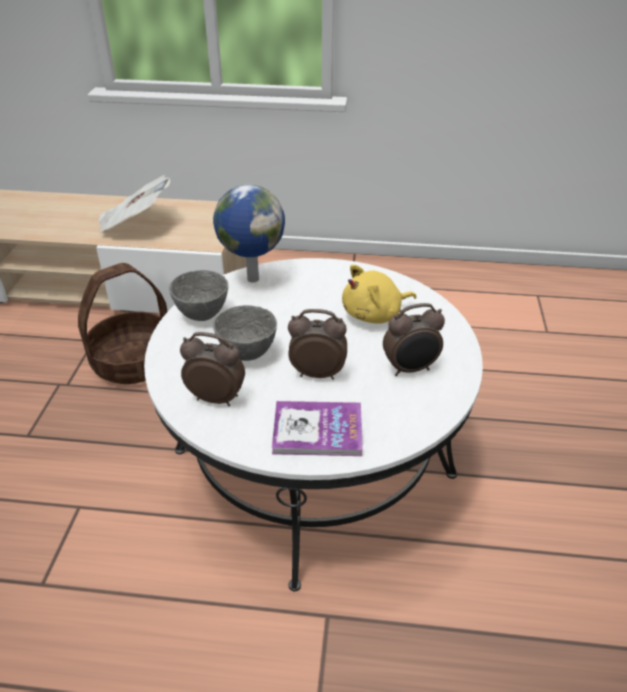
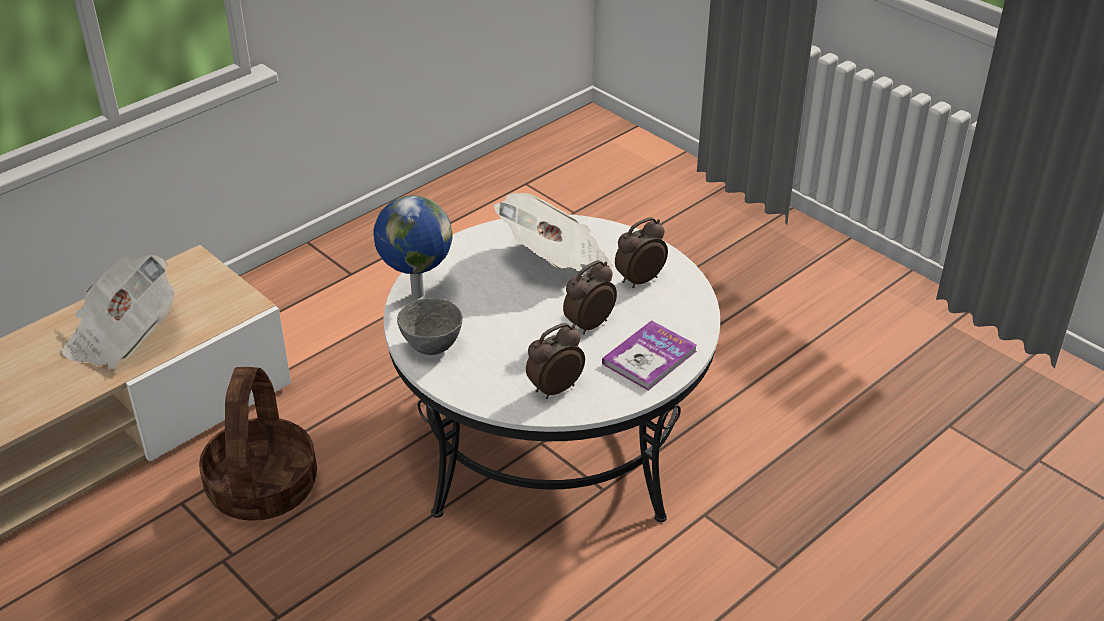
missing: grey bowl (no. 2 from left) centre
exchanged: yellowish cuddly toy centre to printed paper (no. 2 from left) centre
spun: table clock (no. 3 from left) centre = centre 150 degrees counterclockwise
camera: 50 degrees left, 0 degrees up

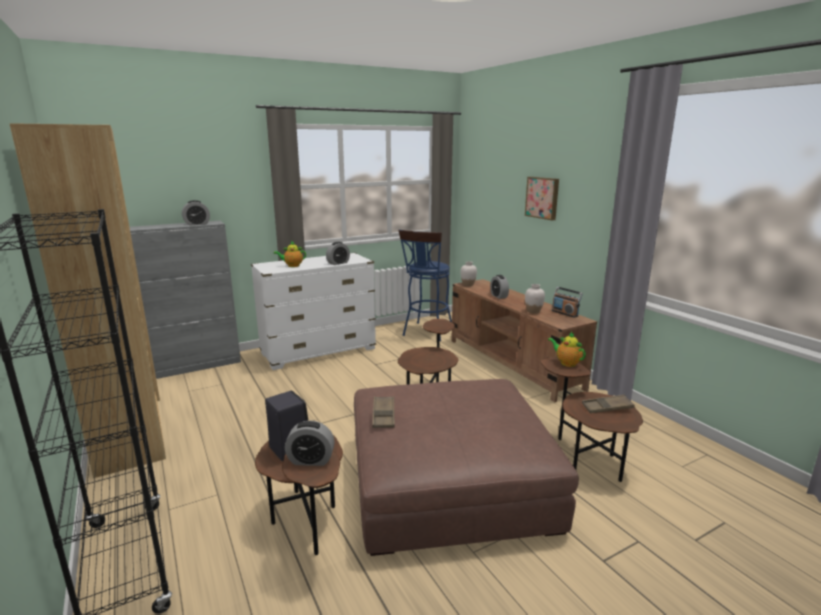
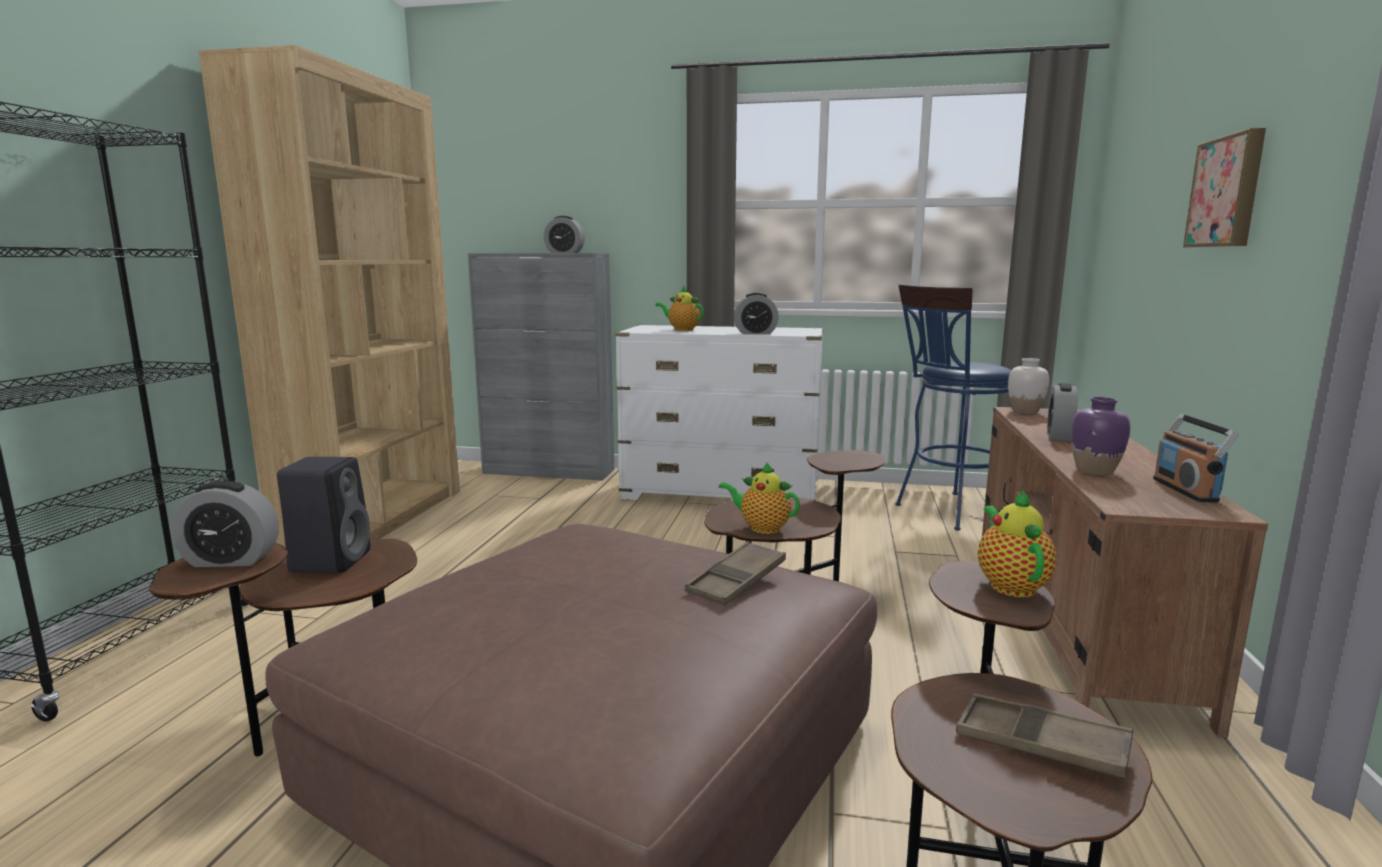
appeared: pot for tea (no. 2 from left) centre
relocated: brown-coloured tray (no. 1 from left) bottom centre to centre
colour: white-coloured vase (no. 2 from left) centre to purplish vase middle right
spun: table clock (no. 2 from left in the first image) bottom centre = middle left 45 degrees counterclockwise
camera: 40 degrees right, 5 degrees down

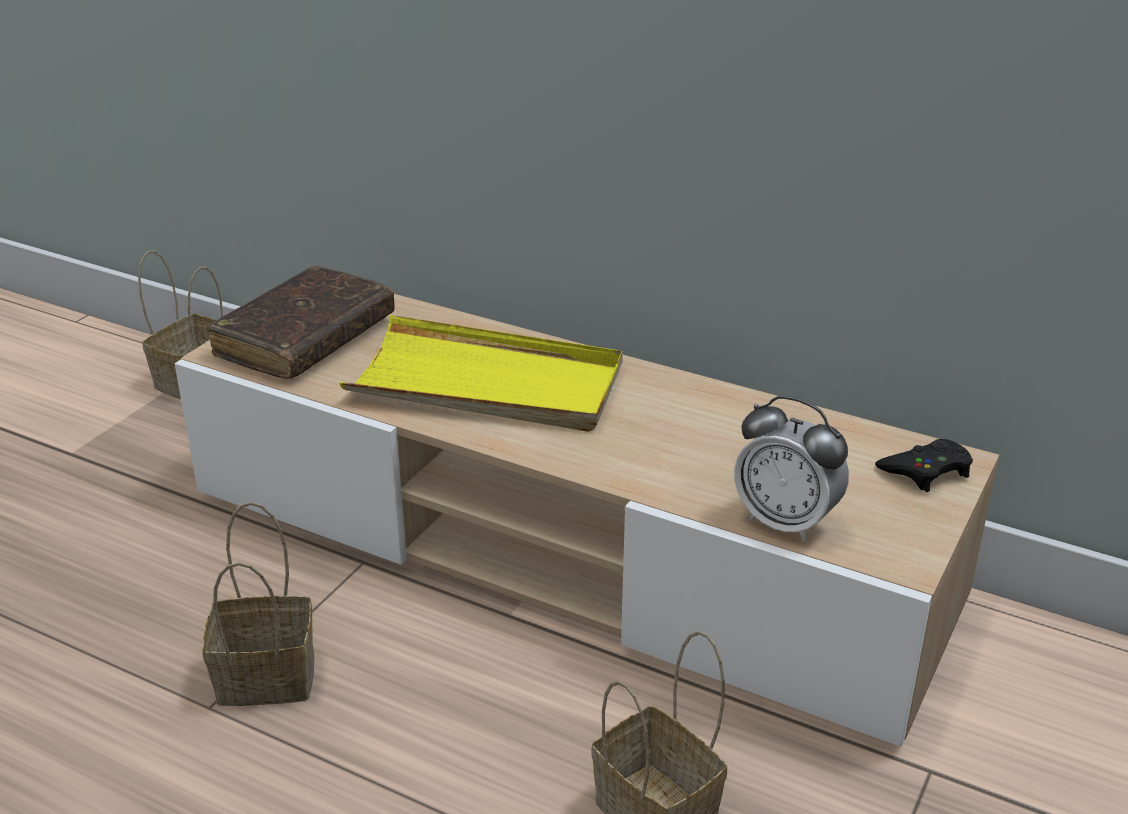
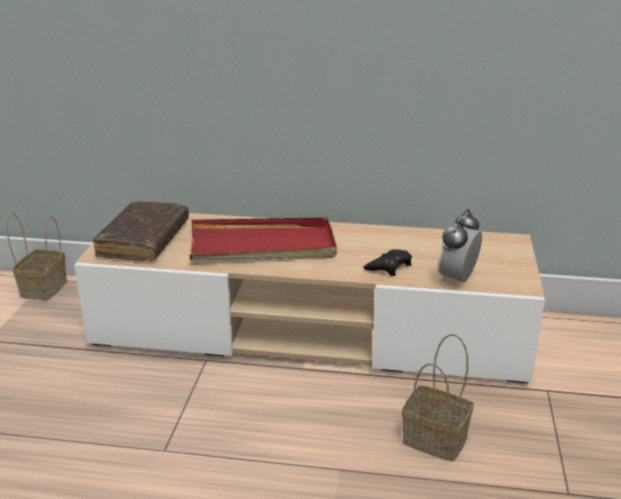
missing: household basket (no. 2 from left) bottom left
relocated: black game controller middle right to centre
colour: yellowish tray centre to reddish tray centre
spun: table clock middle right = middle right 105 degrees clockwise
camera: 20 degrees left, 5 degrees down

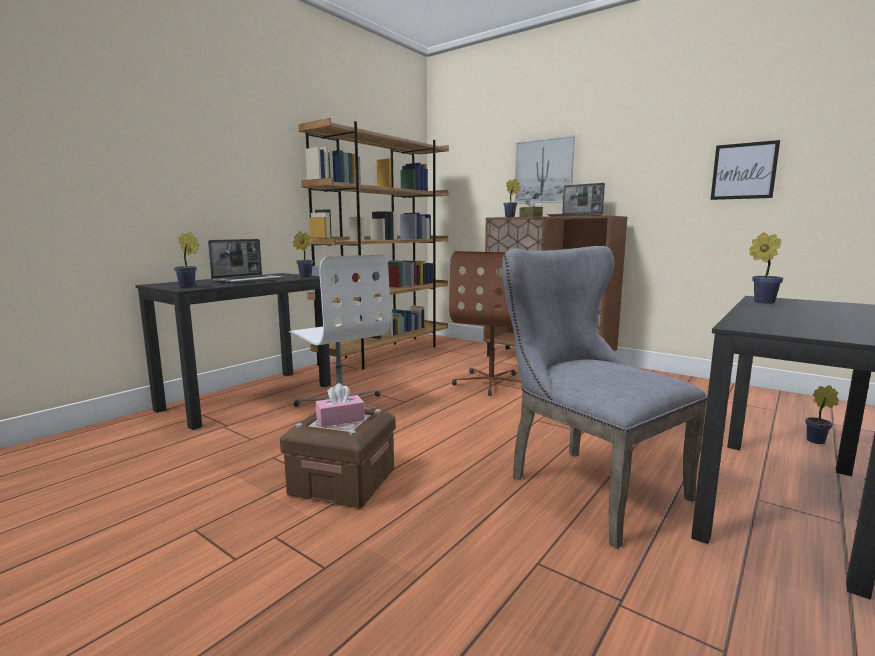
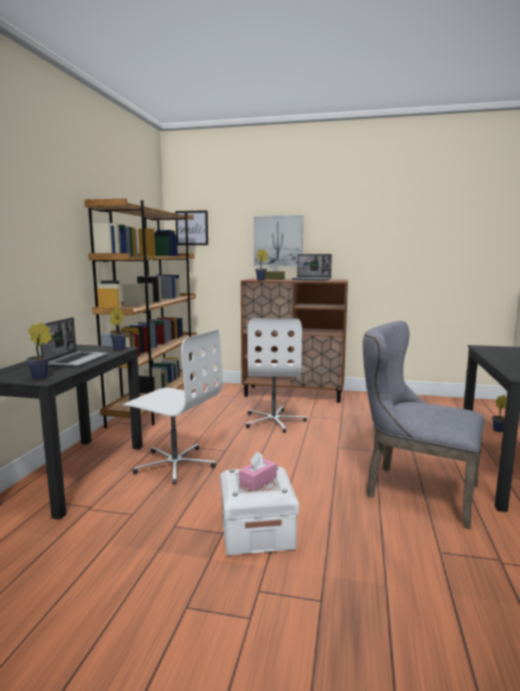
missing: houseplant (no. 4 from left) middle right
relocated: wall art (no. 2 from left in the first image) top right to wall art (no. 1 from left) top centre
colour: brown-coloured storage bin bottom centre to white-coloured storage bin bottom centre; brown-coloured office chair centre to white-coloured office chair (no. 2 from left) centre
camera: 25 degrees left, 0 degrees up

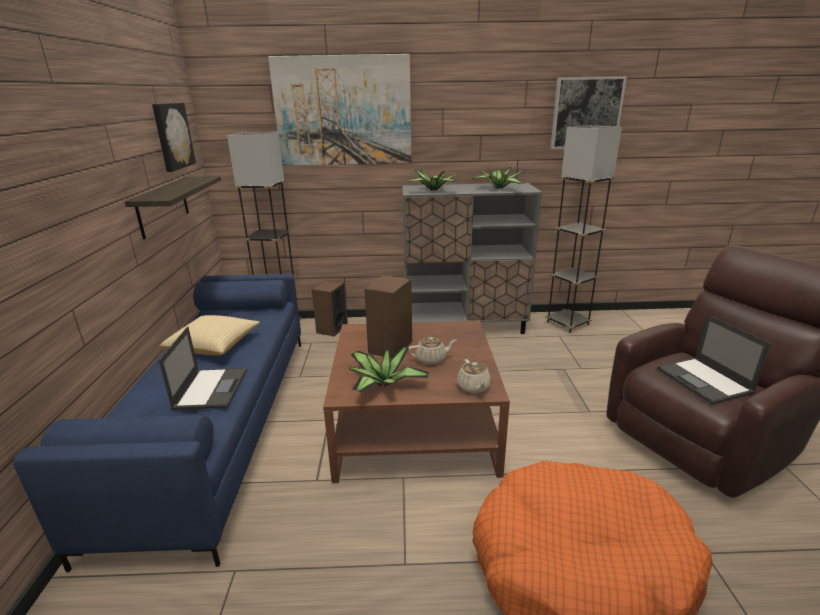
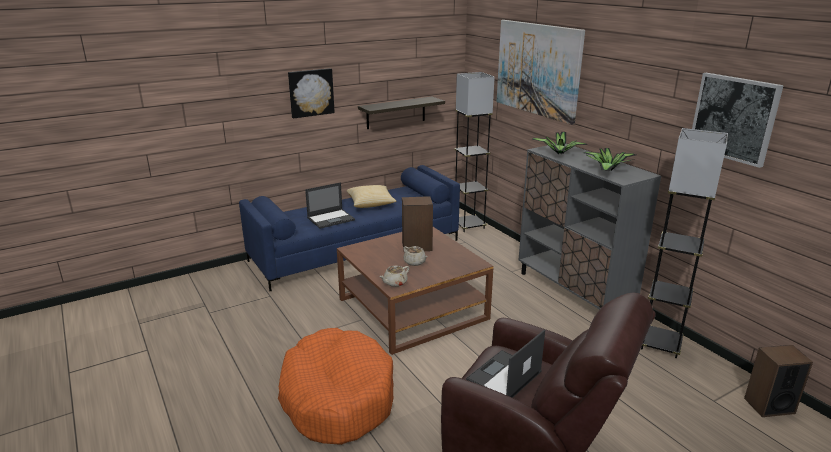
missing: houseplant (no. 1 from left) centre
relocated: wall art (no. 1 from left) top left to top centre; speaker (no. 1 from left in the first image) centre to speaker (no. 2 from left) bottom right
camera: 60 degrees right, 0 degrees up

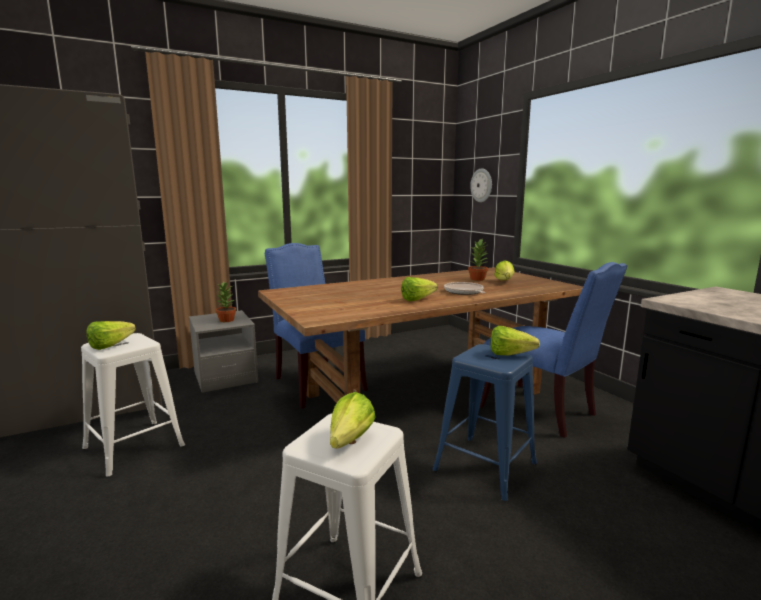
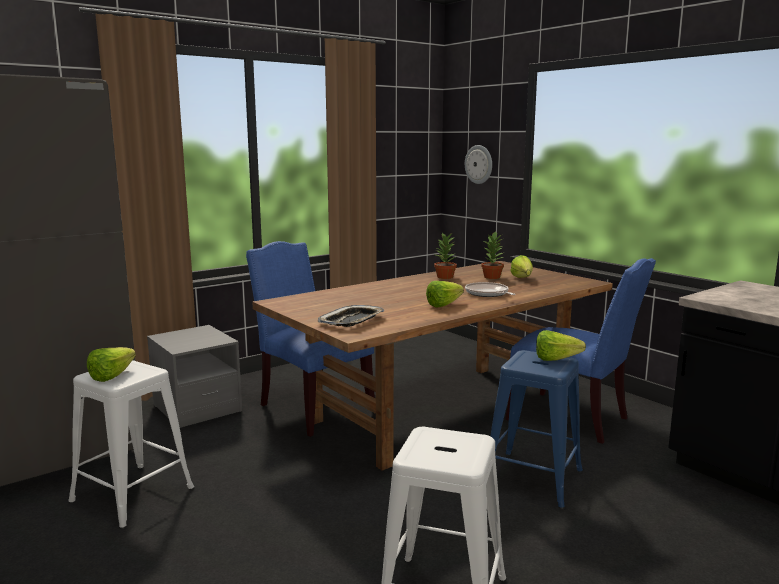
missing: head of lettuce (no. 2 from left) bottom centre
appeared: tray centre
relocated: houseplant (no. 1 from left) middle left to centre
camera: 10 degrees left, 0 degrees up

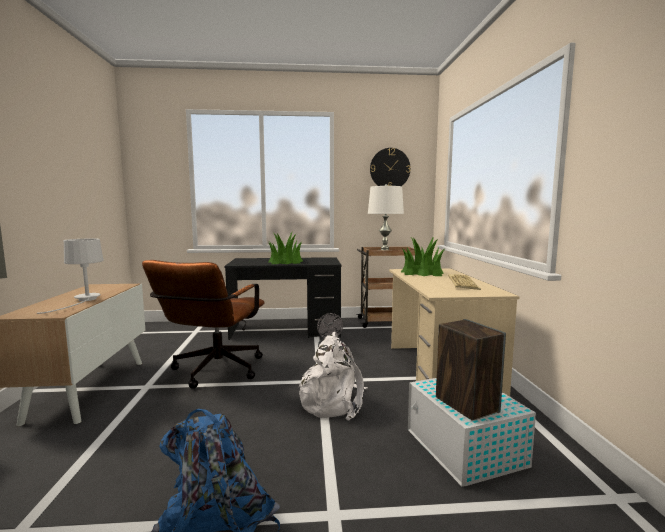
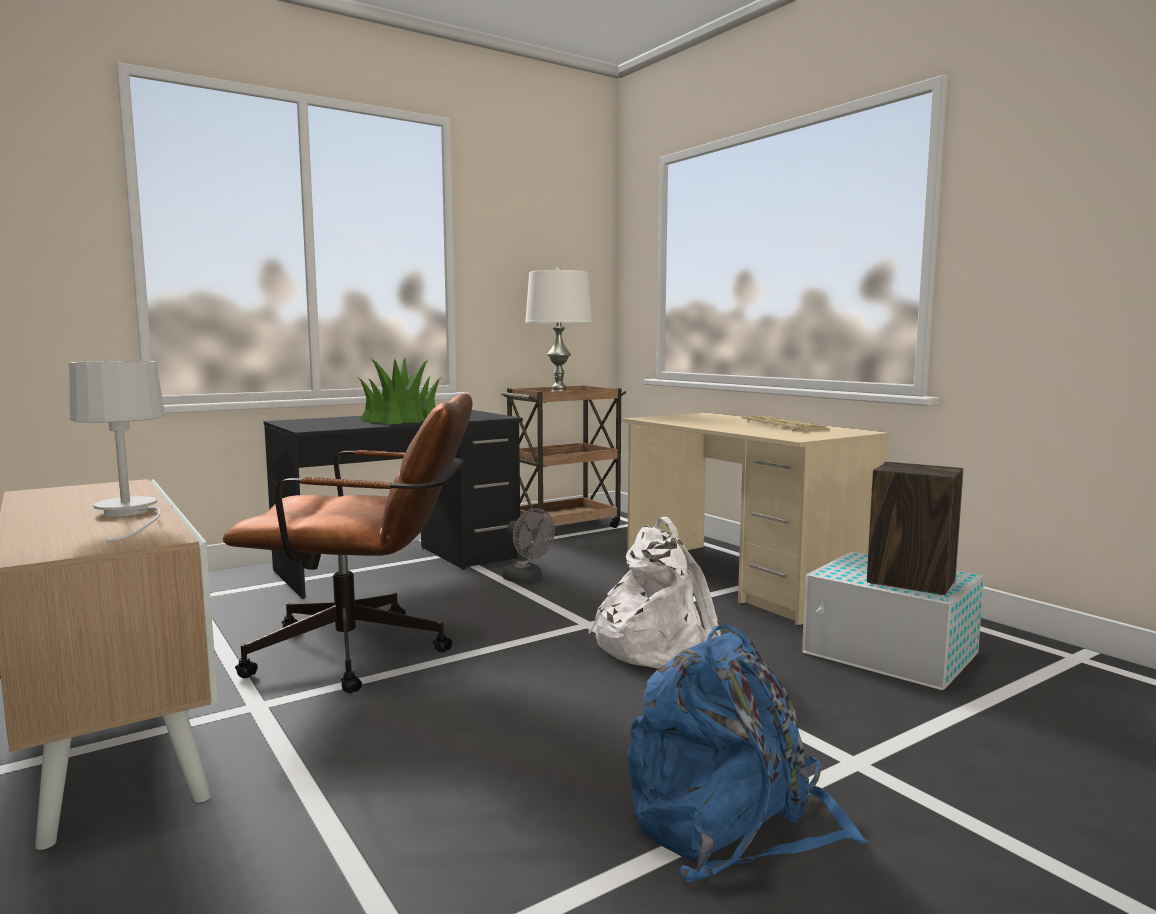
missing: clock on the wall top centre; houseplant (no. 2 from left) centre
spun: brown-coloured office chair middle left = middle left 75 degrees counterclockwise
camera: 30 degrees left, 0 degrees up

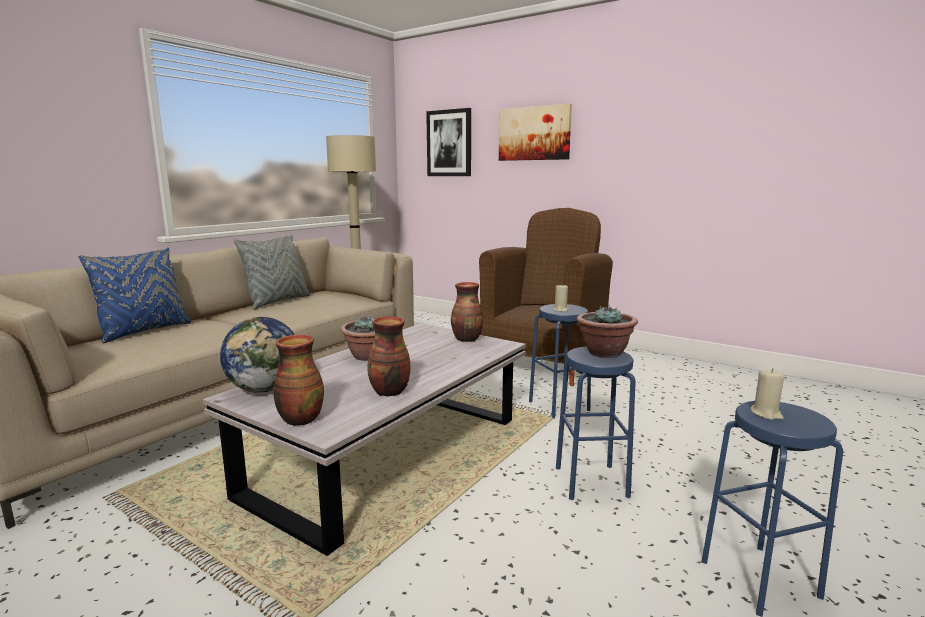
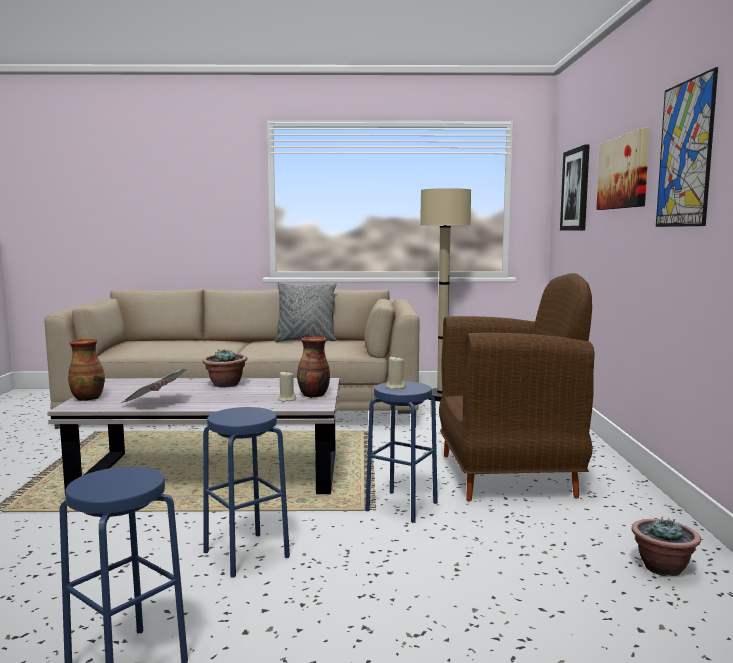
missing: bluish pillow middle left; world globe middle left
appeared: wall art (no. 3 from left) top right
relocated: houseplant (no. 2 from left) centre to bottom right; sand-coloured candle (no. 2 from left in the first image) middle right to sand-coloured candle (no. 1 from left) centre
exchanged: vase (no. 2 from left) centre to printed paper middle left
camera: 55 degrees right, 5 degrees down

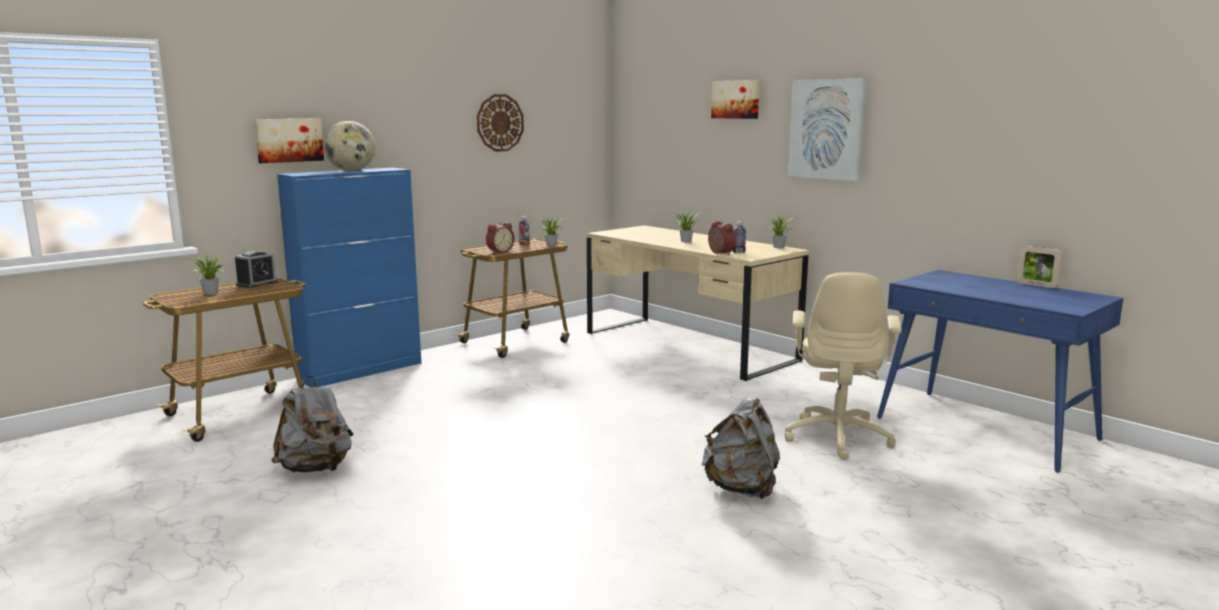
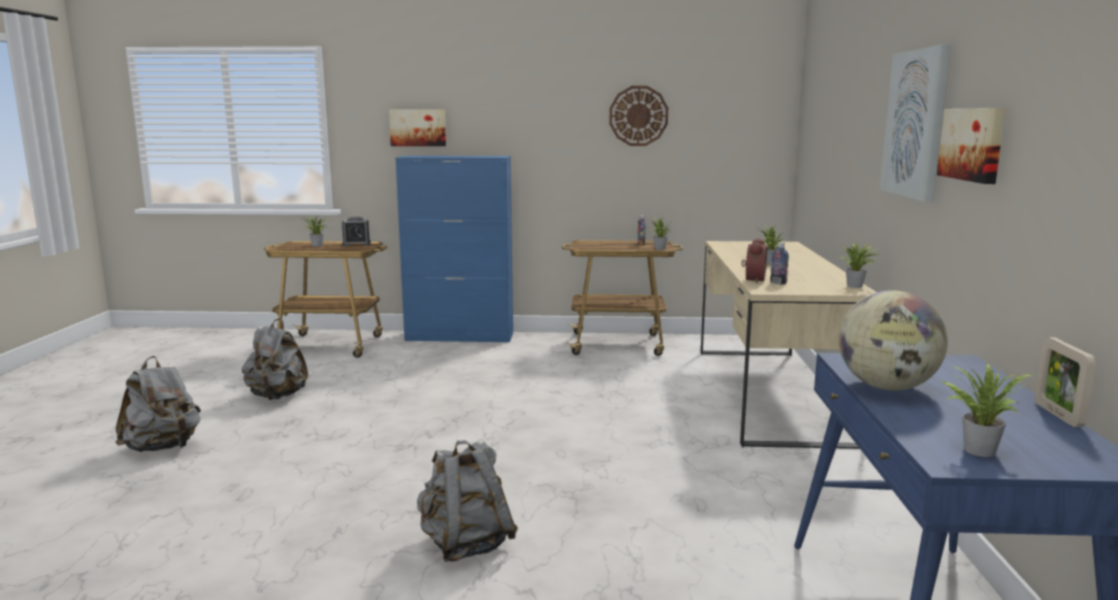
missing: table clock (no. 2 from left) centre; sand-coloured office chair middle right
appeared: grey knapsack (no. 1 from left) bottom left; houseplant (no. 5 from left) bottom right
relocated: world globe top left to middle right; wall art (no. 2 from left in the first image) top centre to wall art (no. 3 from left) top right
camera: 45 degrees right, 0 degrees up

